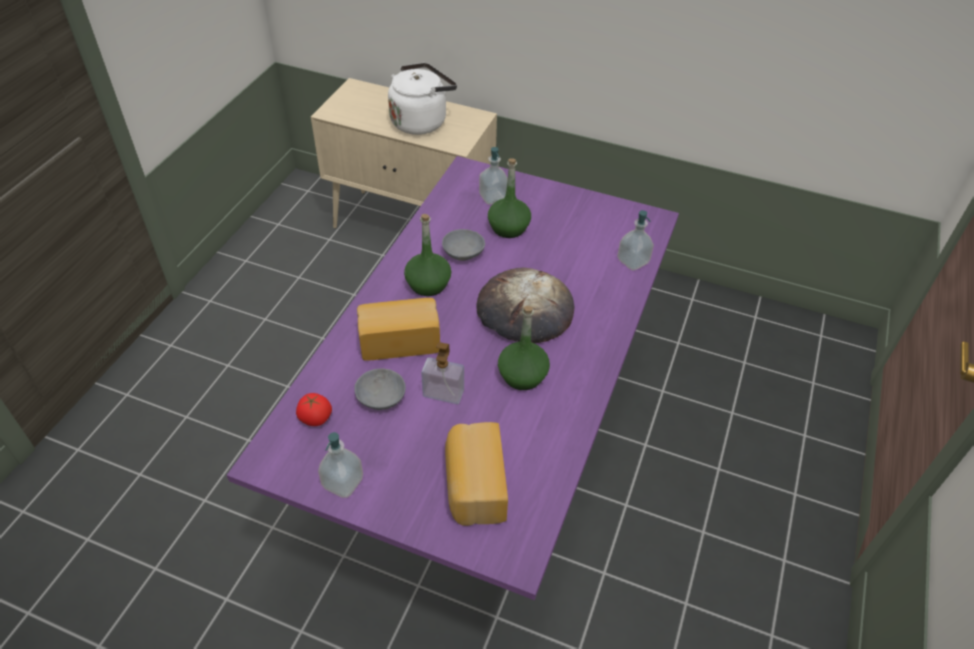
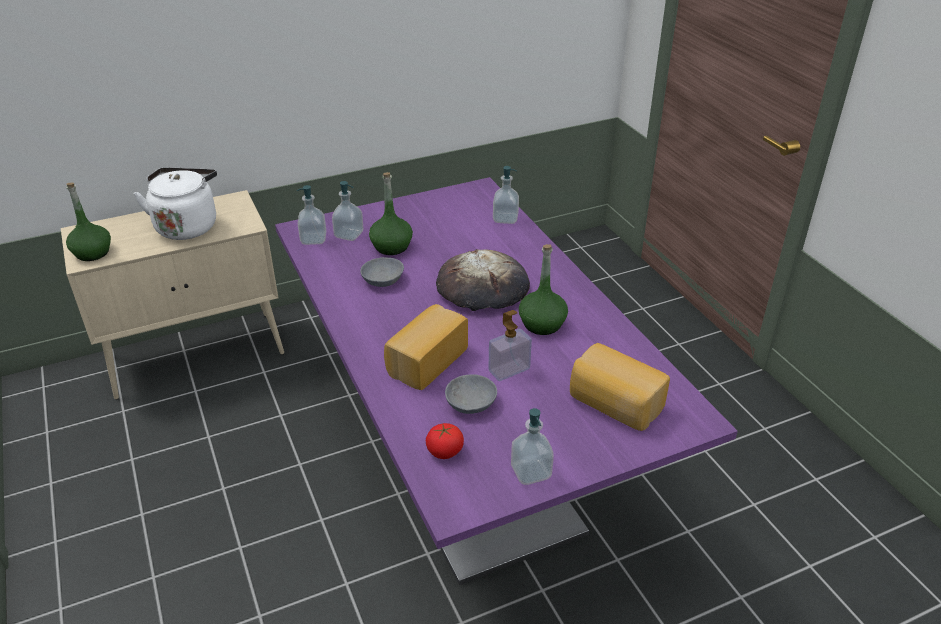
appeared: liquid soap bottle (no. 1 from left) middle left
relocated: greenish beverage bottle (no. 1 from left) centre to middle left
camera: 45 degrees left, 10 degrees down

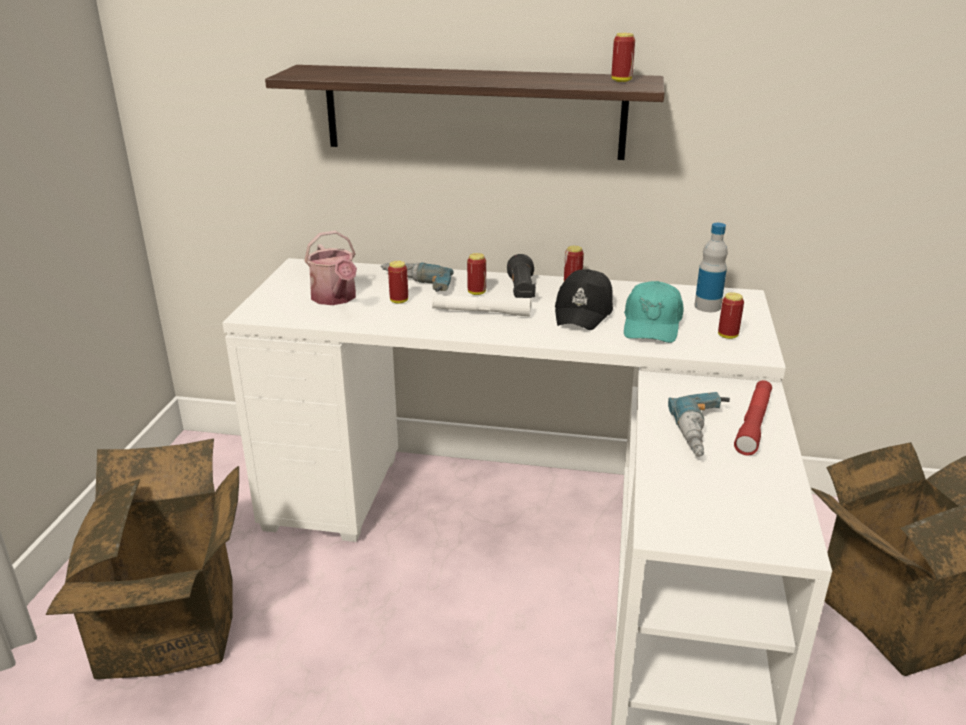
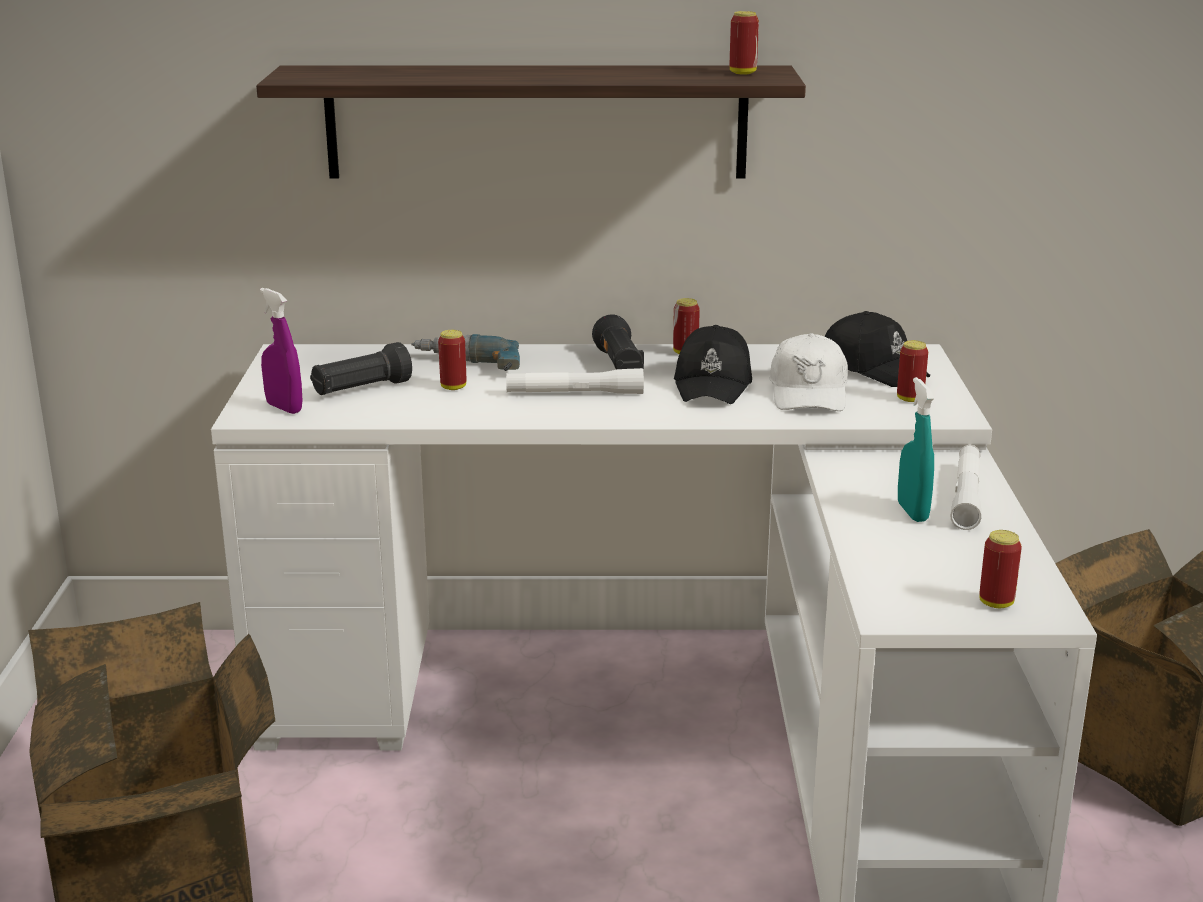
appeared: purplish hand sprayer middle left
relocated: can (no. 2 from left in the first image) centre to can (no. 5 from left) middle right
exchanged: sprinkling can centre to black flashlight (no. 1 from left) middle left; electric drill (no. 2 from left) middle right to turquoise hand sprayer middle right; beverage bottle middle right to black baseball cap (no. 2 from left) middle right
colour: turquoise baseball cap middle right to white-coloured baseball cap middle right; reddish flashlight middle right to white-coloured flashlight (no. 2 from left) middle right
camera: 10 degrees left, 5 degrees down

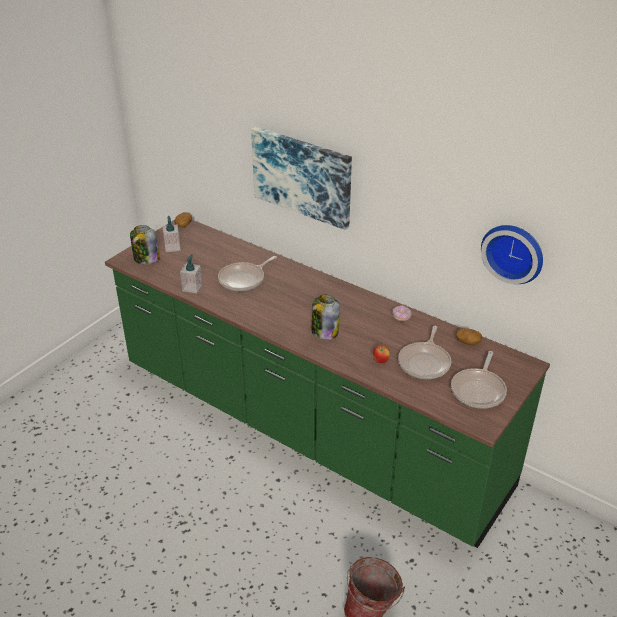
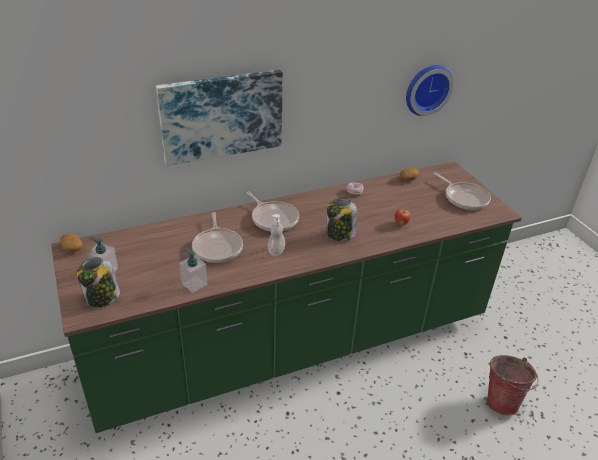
appeared: liquid soap bottle (no. 3 from left) centre
relocated: frying pan (no. 2 from left) middle right to centre
camera: 60 degrees left, 0 degrees up

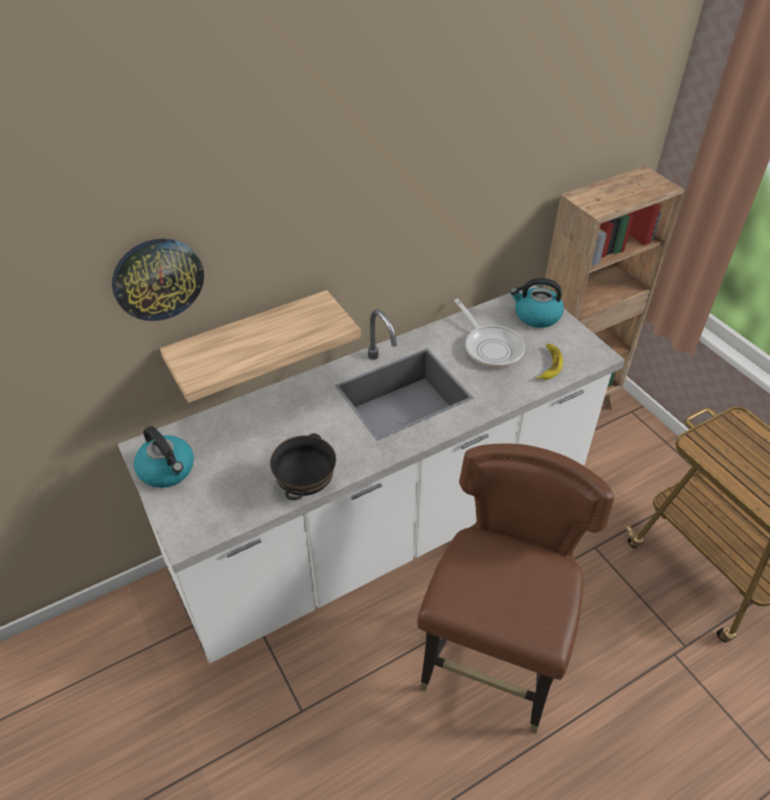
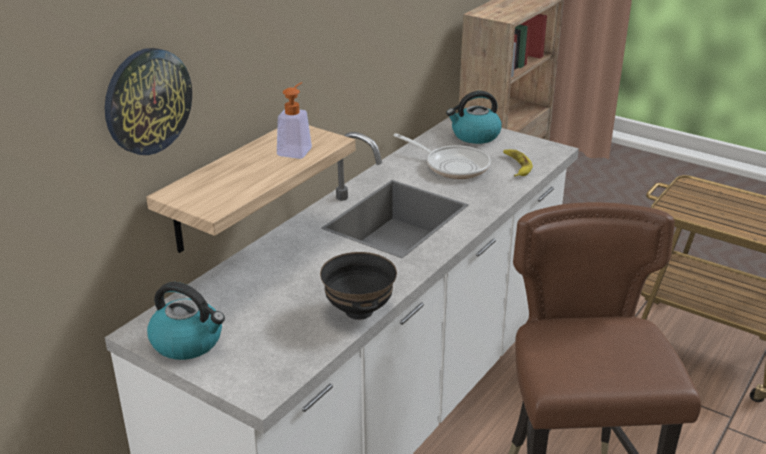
appeared: liquid soap bottle top centre
camera: 25 degrees left, 15 degrees down

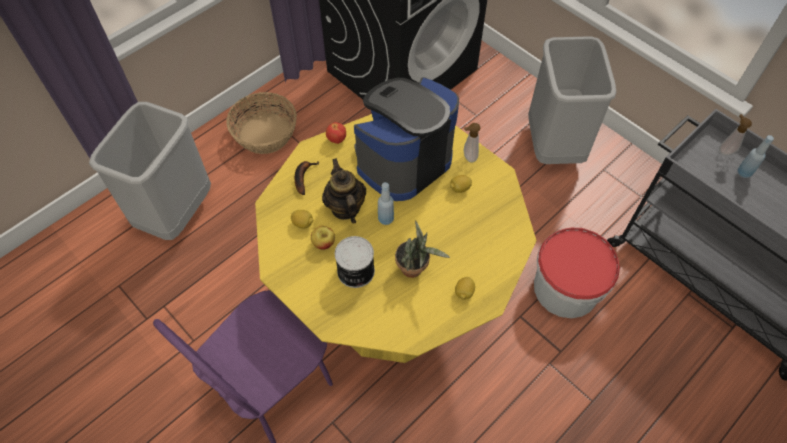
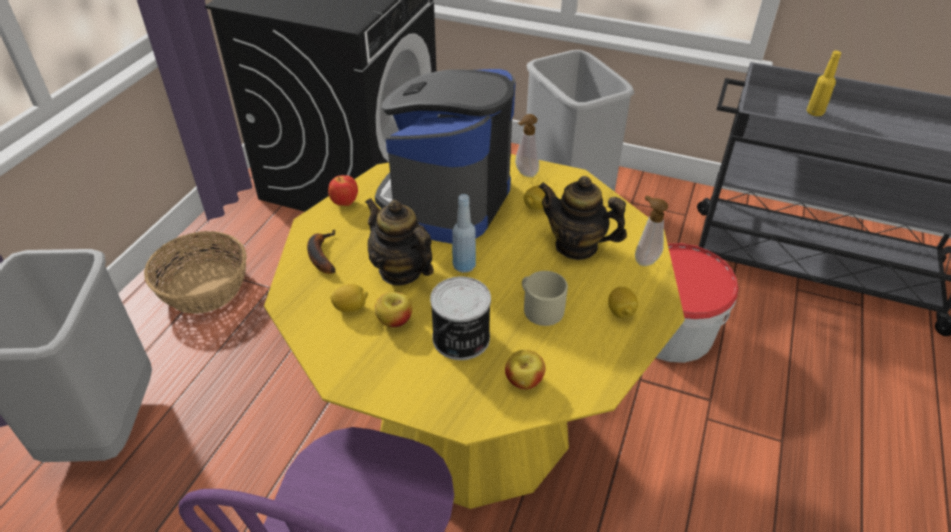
appeared: whole apple (no. 3 from left) bottom centre; pot for tea (no. 2 from left) centre
relocated: liquid soap bottle (no. 2 from left) top right to middle right
exchanged: houseplant centre to sand-coloured tea mug centre
colour: bluish beverage bottle (no. 2 from left) middle right to yellowish beverage bottle top right
camera: 25 degrees left, 15 degrees down

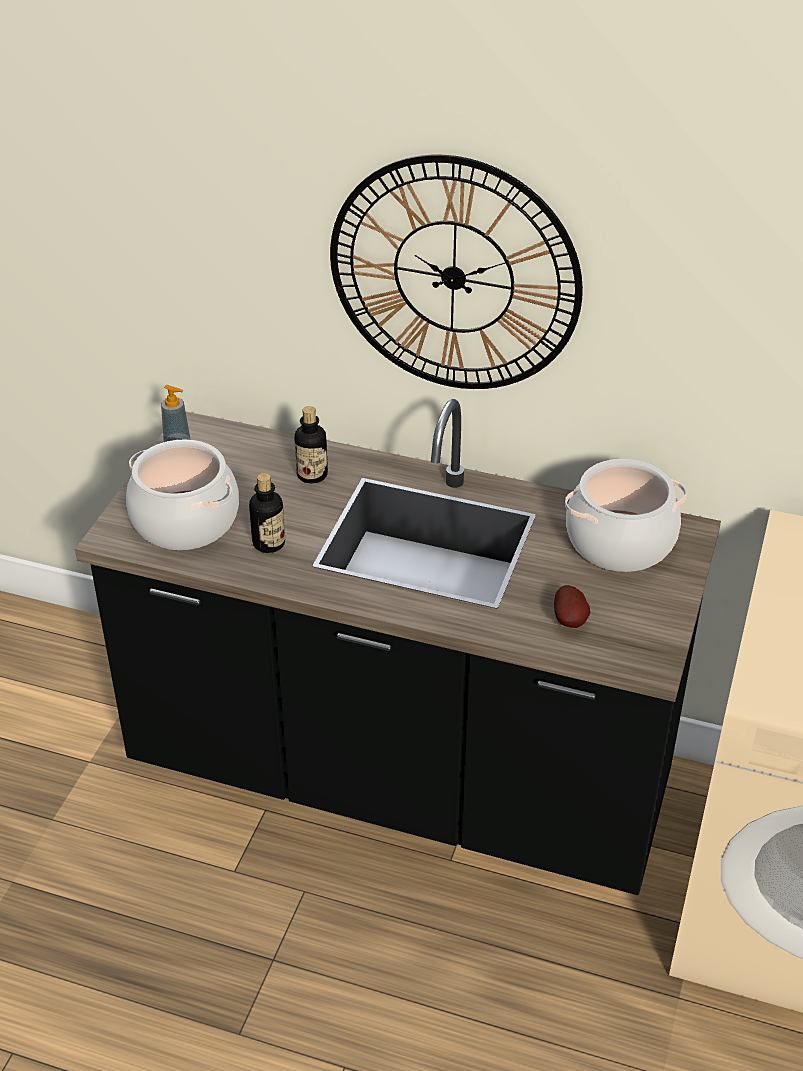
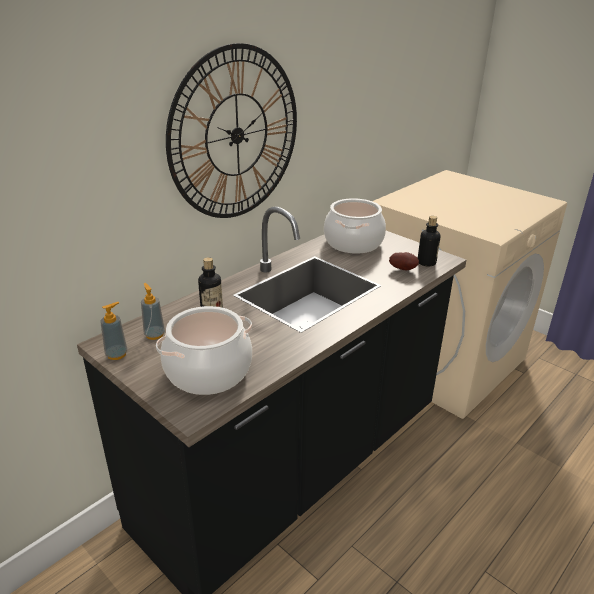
appeared: liquid soap bottle (no. 2 from left) middle left
relocated: beverage bottle (no. 1 from left in the first image) middle left to beverage bottle (no. 2 from left) middle right
camera: 65 degrees left, 10 degrees down

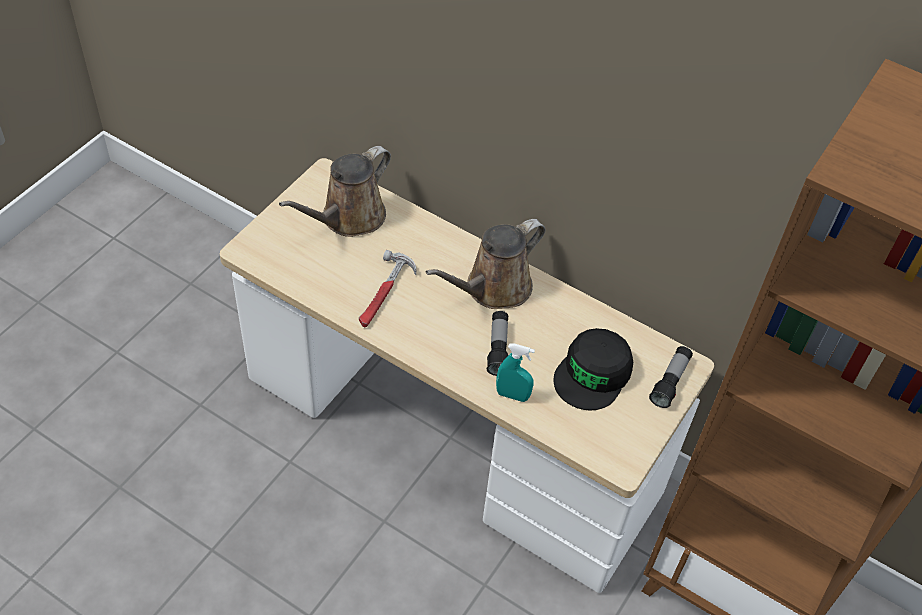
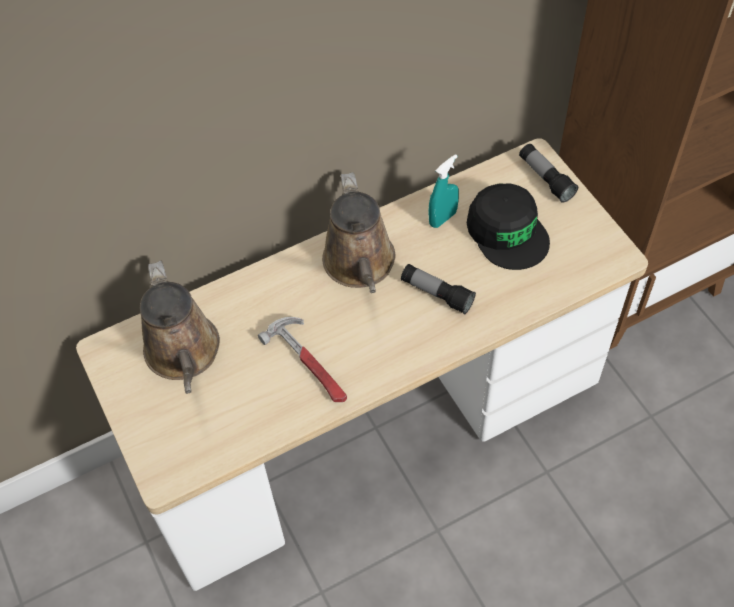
relocated: turquoise hand sprayer centre to top centre
camera: 55 degrees left, 5 degrees up

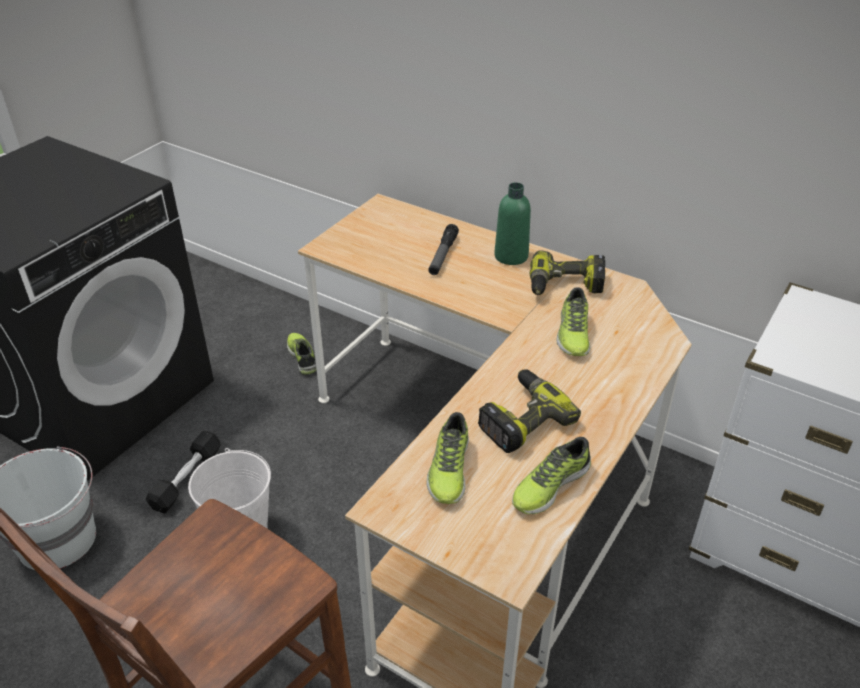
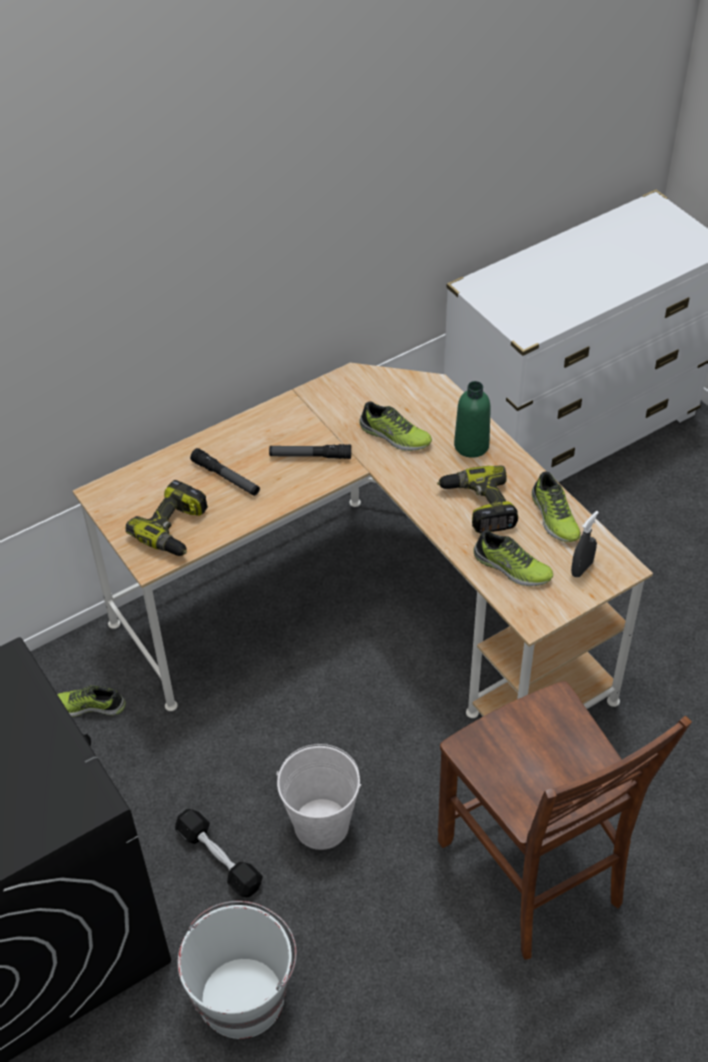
appeared: flashlight (no. 2 from left) centre; grey hand sprayer middle right
relocated: greenish beverage bottle top centre to middle right; electric drill (no. 2 from left in the first image) centre to electric drill (no. 1 from left) middle left
camera: 65 degrees left, 10 degrees up

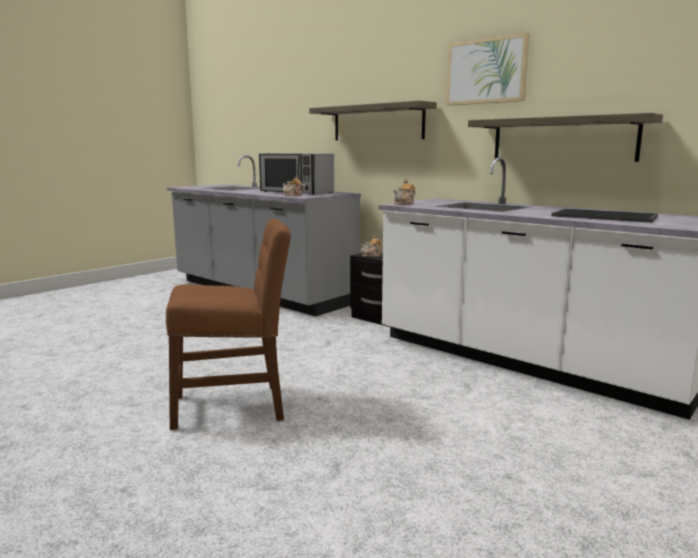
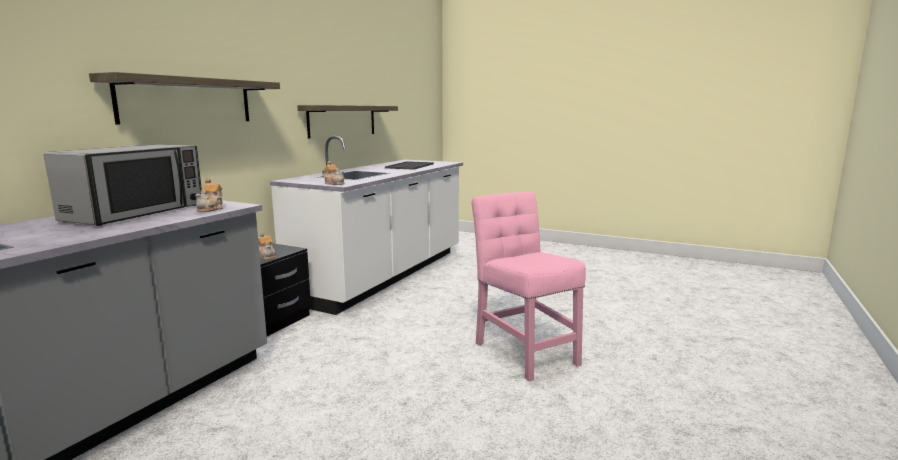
missing: wall art top right
colour: brown-coloured plain chair middle left to pink plain chair centre
camera: 105 degrees left, 0 degrees up

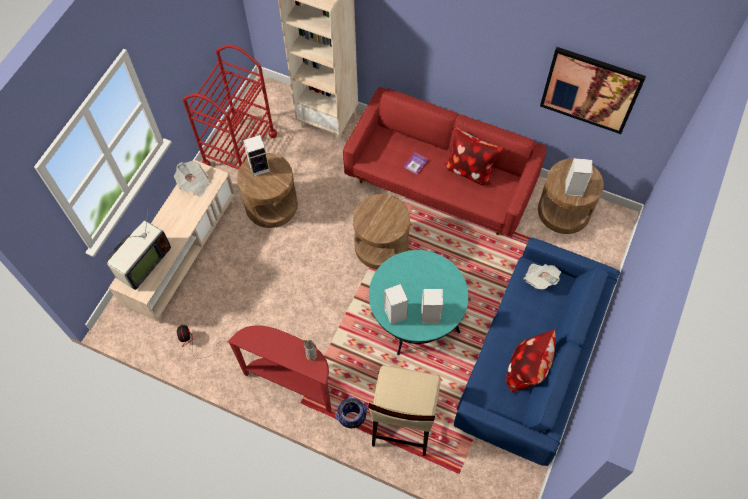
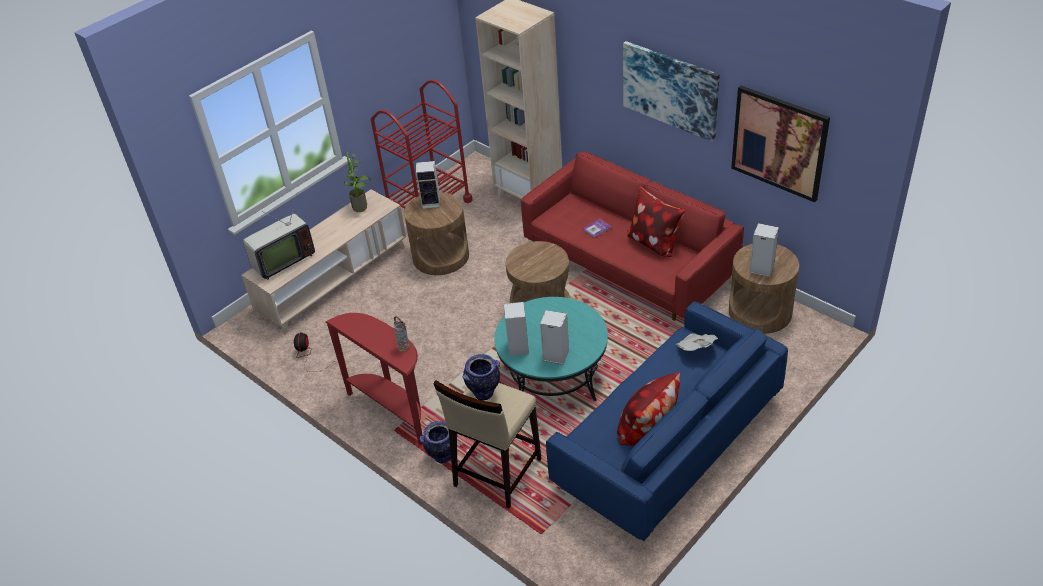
appeared: vase (no. 3 from left) centre; wall art (no. 1 from left) top centre
exchanged: printed paper (no. 1 from left) middle left to houseplant top centre
camera: 20 degrees right, 20 degrees down

